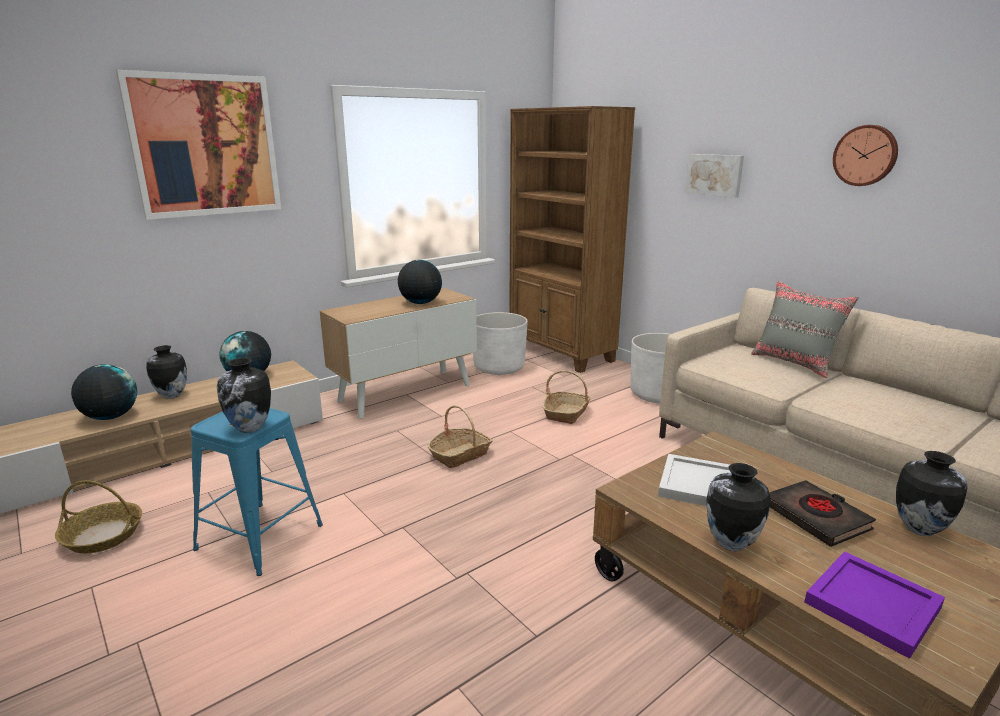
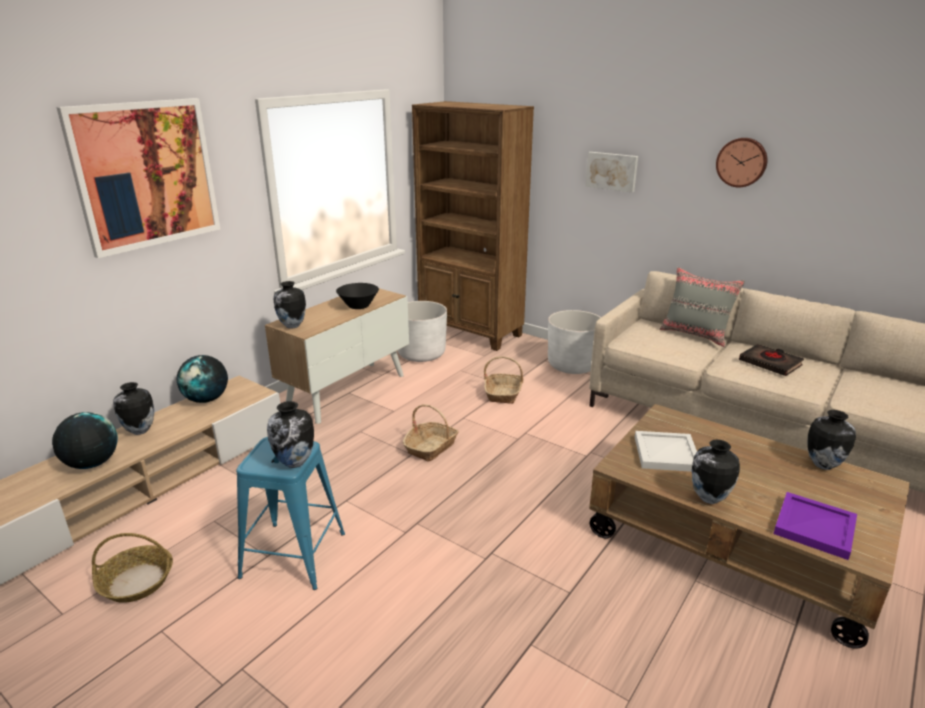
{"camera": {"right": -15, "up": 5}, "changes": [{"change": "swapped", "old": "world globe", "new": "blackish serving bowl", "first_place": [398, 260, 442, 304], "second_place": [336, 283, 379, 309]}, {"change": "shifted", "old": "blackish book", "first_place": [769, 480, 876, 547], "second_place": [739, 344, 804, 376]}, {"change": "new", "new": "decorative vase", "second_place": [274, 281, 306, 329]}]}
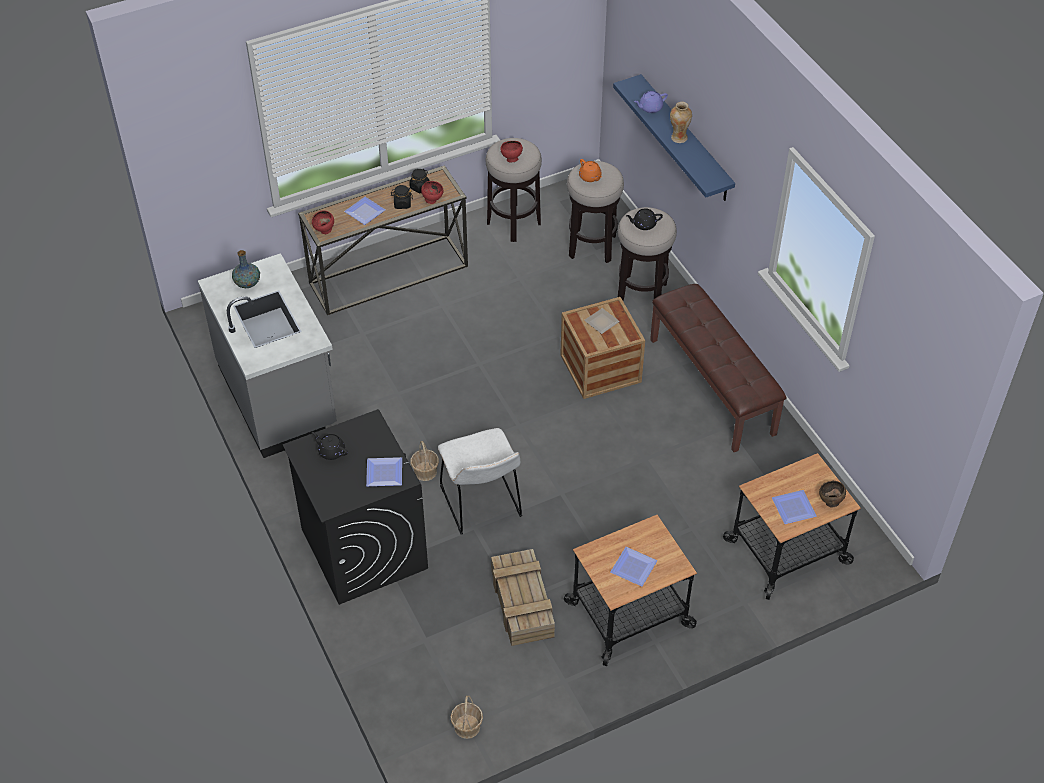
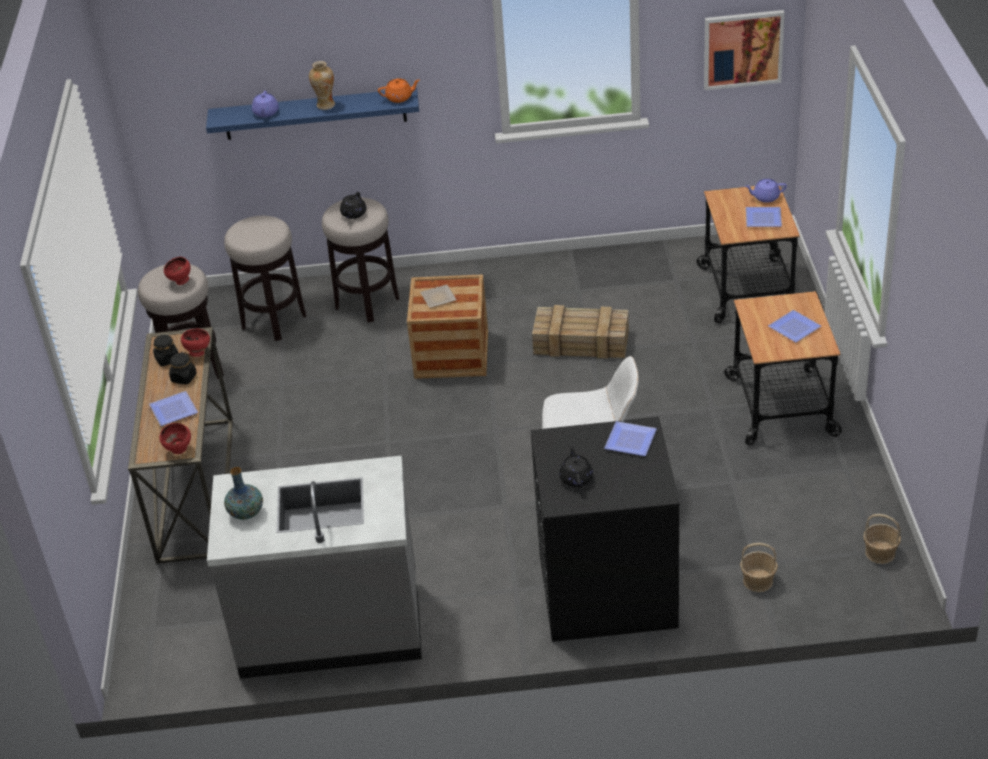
{"camera": {"right": -65, "up": -10}, "changes": [{"change": "shifted", "old": "orange tea pot", "first_place": [579, 159, 602, 182], "second_place": [378, 79, 420, 103]}, {"change": "gone", "old": "brown bench", "first_place": [650, 284, 786, 452]}, {"change": "rotated", "old": "blackish tea pot", "first_place": [312, 432, 348, 460], "second_place": [559, 444, 593, 488], "degrees": 120}, {"change": "shifted", "old": "basket", "first_place": [411, 441, 439, 481], "second_place": [740, 543, 778, 592]}, {"change": "swapped", "old": "brown serving bowl", "new": "purple-coloured tea pot", "first_place": [819, 481, 846, 507], "second_place": [745, 179, 787, 203]}, {"change": "shifted", "old": "shipping crate", "first_place": [491, 549, 555, 646], "second_place": [532, 305, 629, 359]}, {"change": "new", "new": "wall art", "second_place": [704, 10, 785, 90]}]}
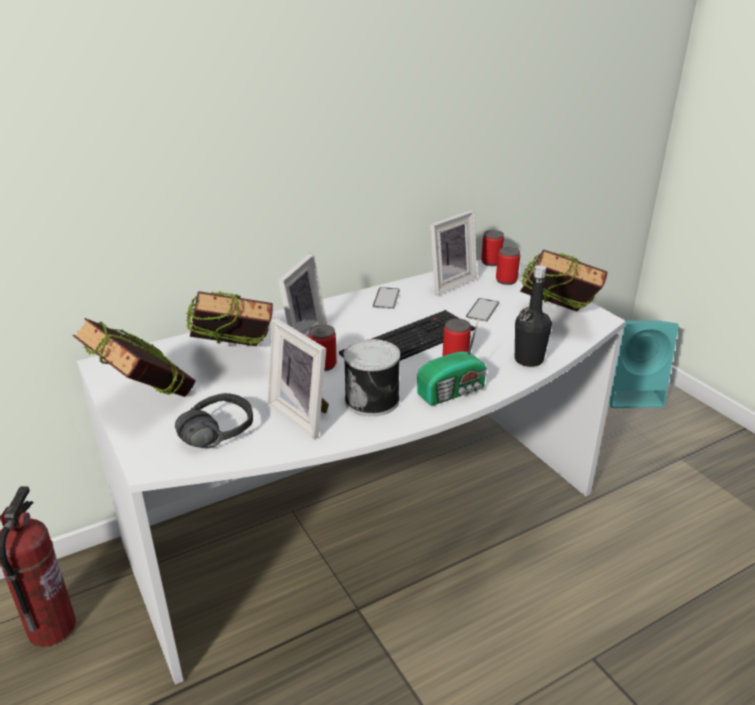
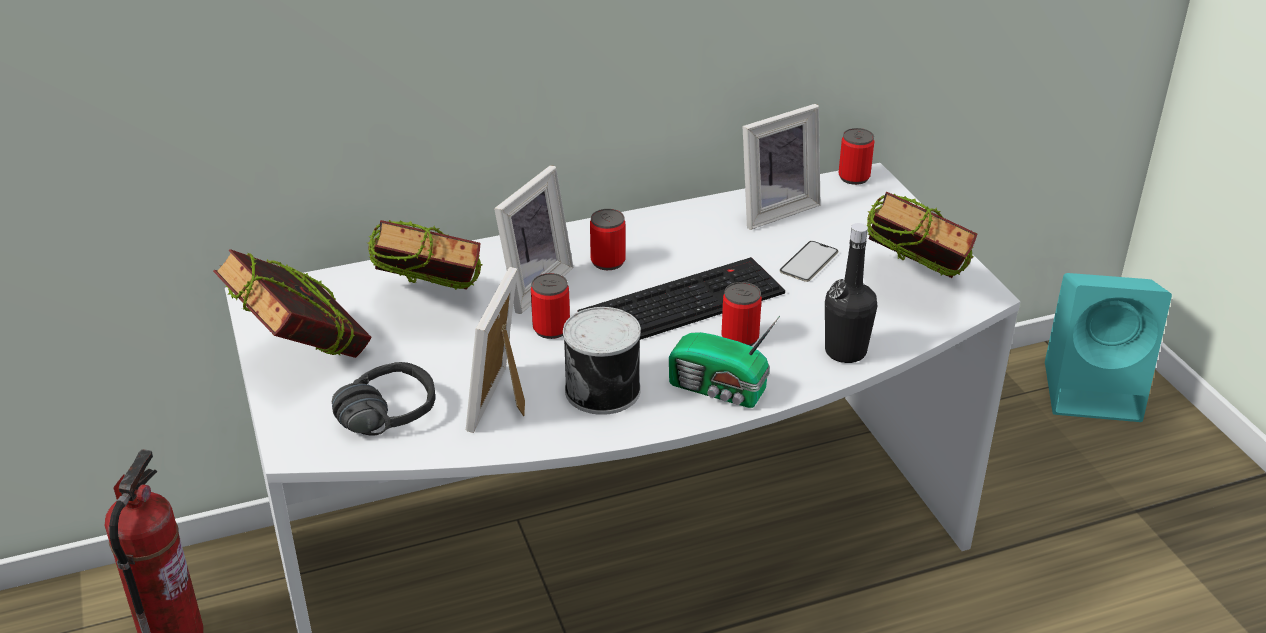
{"camera": {"right": 10, "up": 5}, "changes": [{"change": "shifted", "old": "can", "first_place": [496, 247, 520, 285], "second_place": [590, 209, 626, 270]}, {"change": "gone", "old": "telephone", "first_place": [373, 287, 400, 309]}, {"change": "rotated", "old": "picture frame", "first_place": [267, 318, 329, 439], "second_place": [466, 267, 525, 433], "degrees": 45}, {"change": "rotated", "old": "radio receiver", "first_place": [417, 319, 487, 405], "second_place": [669, 316, 780, 408], "degrees": 45}]}
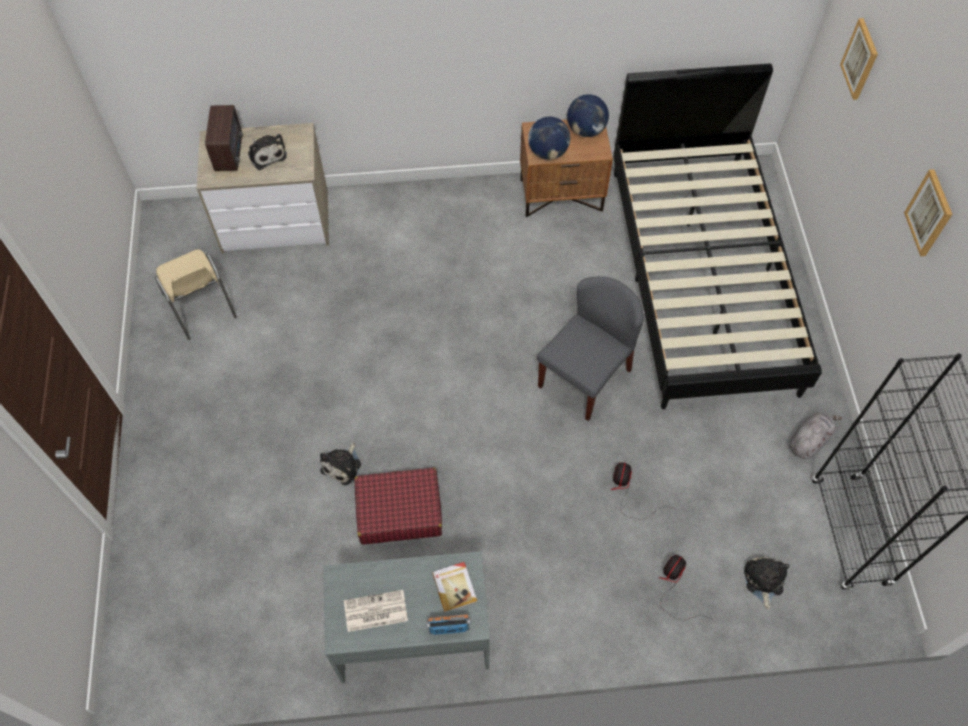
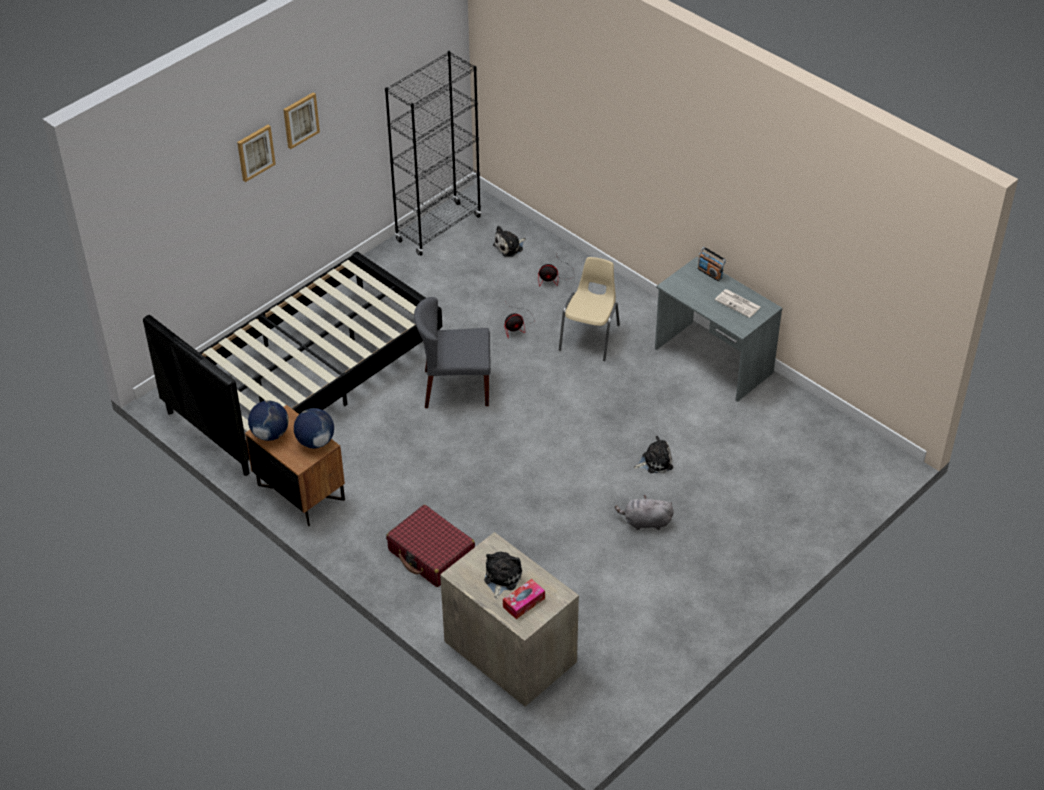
{"camera": {"right": -130, "up": -15}, "changes": [{"change": "shifted", "old": "wall art", "first_place": [840, 18, 878, 100], "second_place": [237, 125, 276, 182]}, {"change": "swapped", "old": "radio receiver", "new": "tissue box", "first_place": [205, 105, 243, 171], "second_place": [503, 579, 545, 619]}, {"change": "shifted", "old": "beige chair", "first_place": [154, 249, 237, 340], "second_place": [559, 257, 620, 361]}, {"change": "shifted", "old": "gray plush toy", "first_place": [790, 413, 842, 459], "second_place": [615, 495, 674, 530]}, {"change": "shifted", "old": "reddish piece of luggage", "first_place": [354, 467, 442, 545], "second_place": [386, 505, 475, 587]}, {"change": "gone", "old": "book", "first_place": [432, 562, 478, 613]}]}
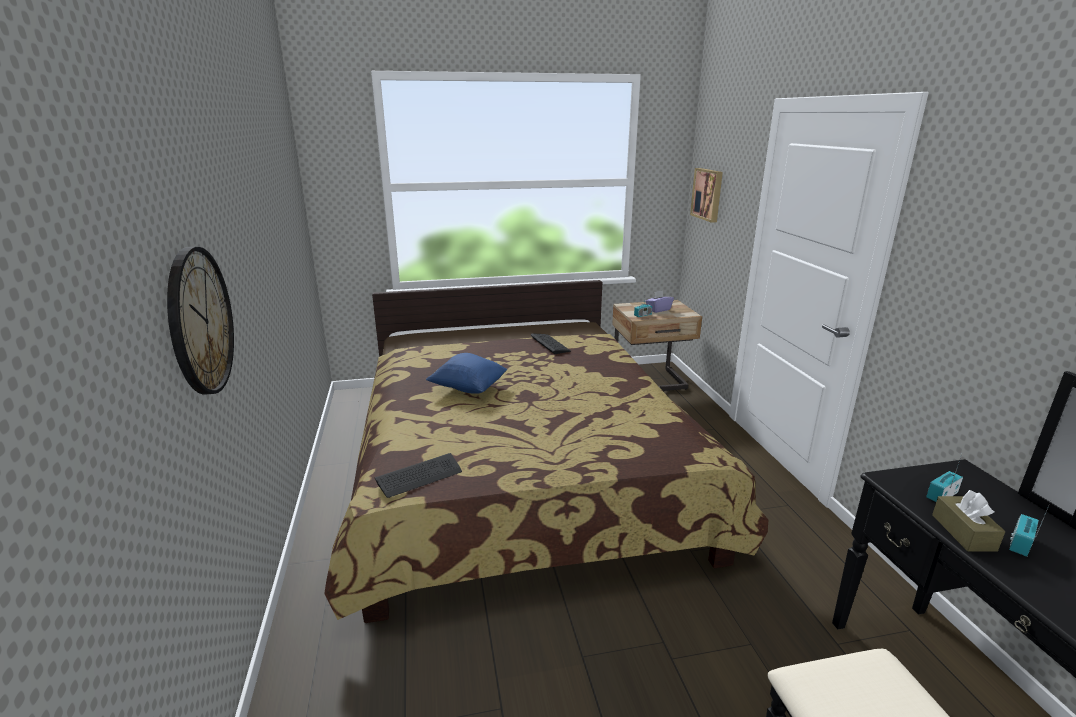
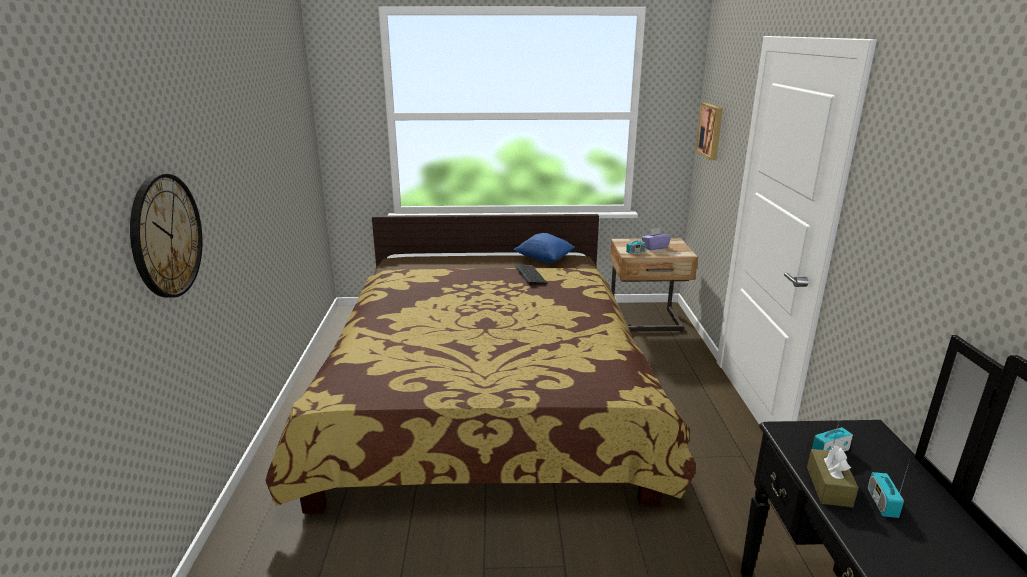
{"camera": {"right": 10, "up": 0}, "changes": [{"change": "shifted", "old": "blue-coloured pillow", "first_place": [426, 353, 507, 394], "second_place": [514, 233, 575, 263]}, {"change": "gone", "old": "keyboard", "first_place": [375, 453, 462, 498]}, {"change": "rotated", "old": "radio receiver", "first_place": [1009, 501, 1051, 557], "second_place": [868, 460, 910, 518], "degrees": -45}]}
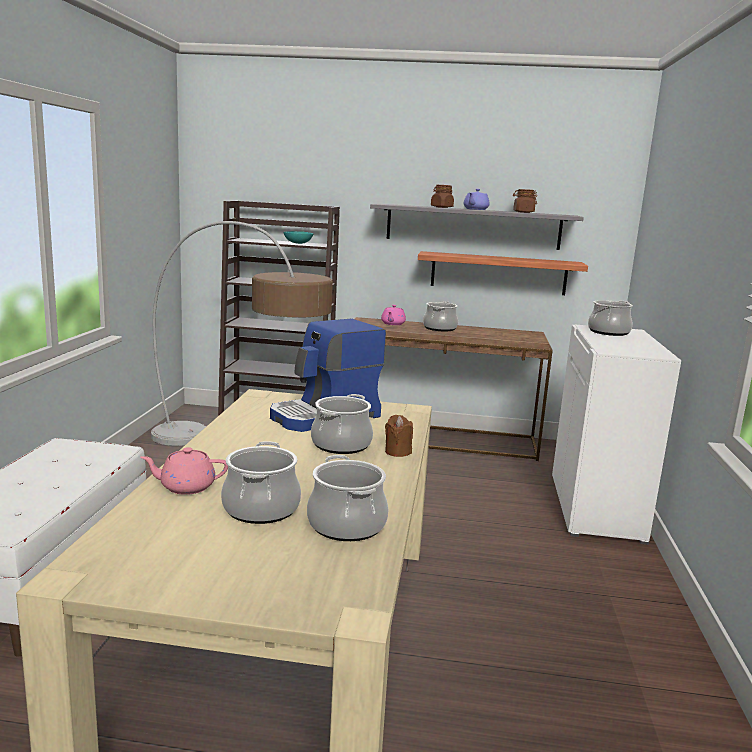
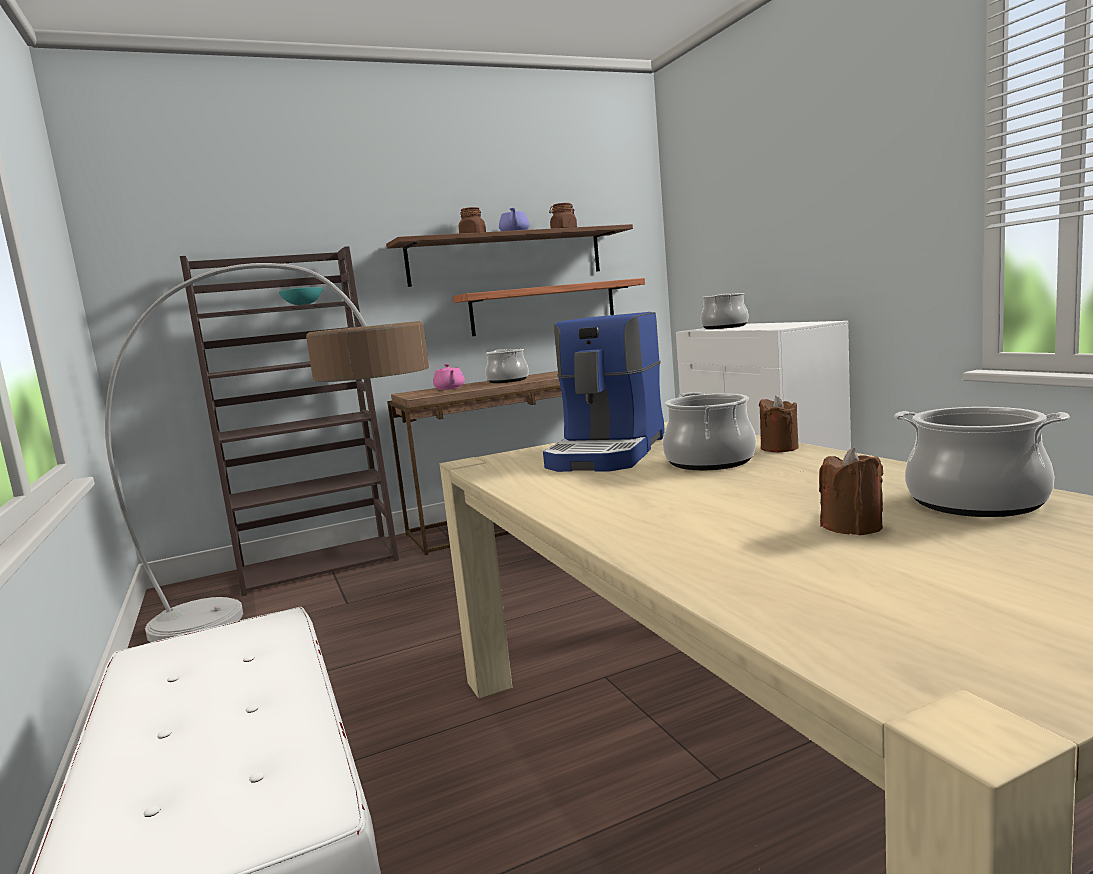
{"camera": {"right": -30, "up": -5}, "changes": [{"change": "repainted", "old": "gray shelf", "new": "brown shelf", "first_place": [370, 204, 584, 250], "second_place": [386, 224, 633, 287]}, {"change": "swapped", "old": "stockpot", "new": "brown candle", "first_place": [221, 441, 301, 524], "second_place": [819, 447, 883, 535]}, {"change": "gone", "old": "pink tea pot", "first_place": [140, 447, 228, 495]}]}
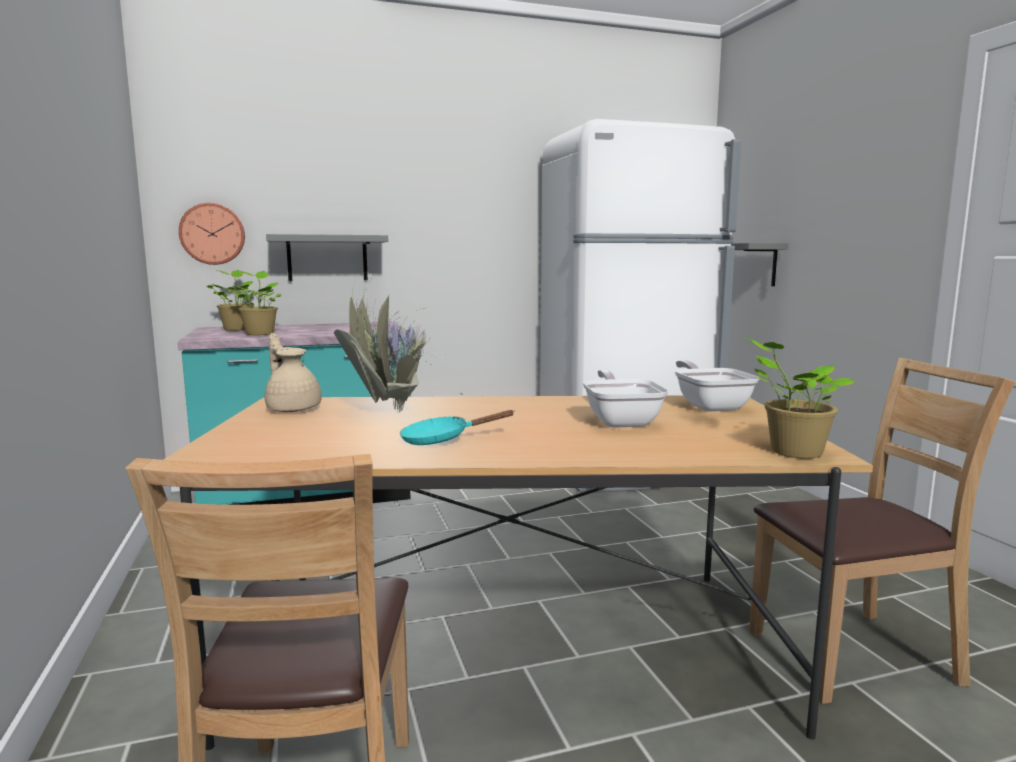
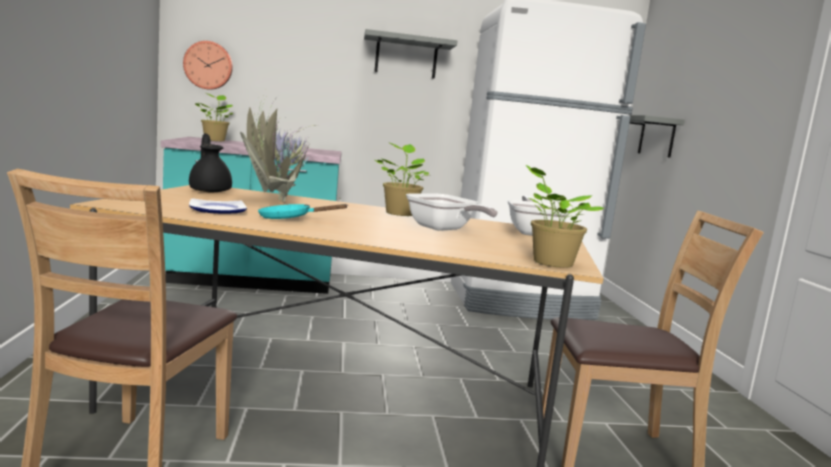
{"camera": {"right": 10, "up": 0}, "changes": [{"change": "shifted", "old": "gray shelf", "first_place": [266, 234, 388, 281], "second_place": [364, 29, 457, 79]}, {"change": "shifted", "old": "plant in a pot", "first_place": [227, 271, 281, 335], "second_place": [375, 142, 429, 216]}, {"change": "repainted", "old": "beige tea pot", "new": "blackish tea pot", "first_place": [265, 333, 322, 412], "second_place": [189, 133, 232, 192]}, {"change": "rotated", "old": "pan", "first_place": [583, 369, 669, 427], "second_place": [406, 194, 498, 231], "degrees": 135}, {"change": "new", "new": "flat dish", "second_place": [189, 198, 247, 214]}]}
